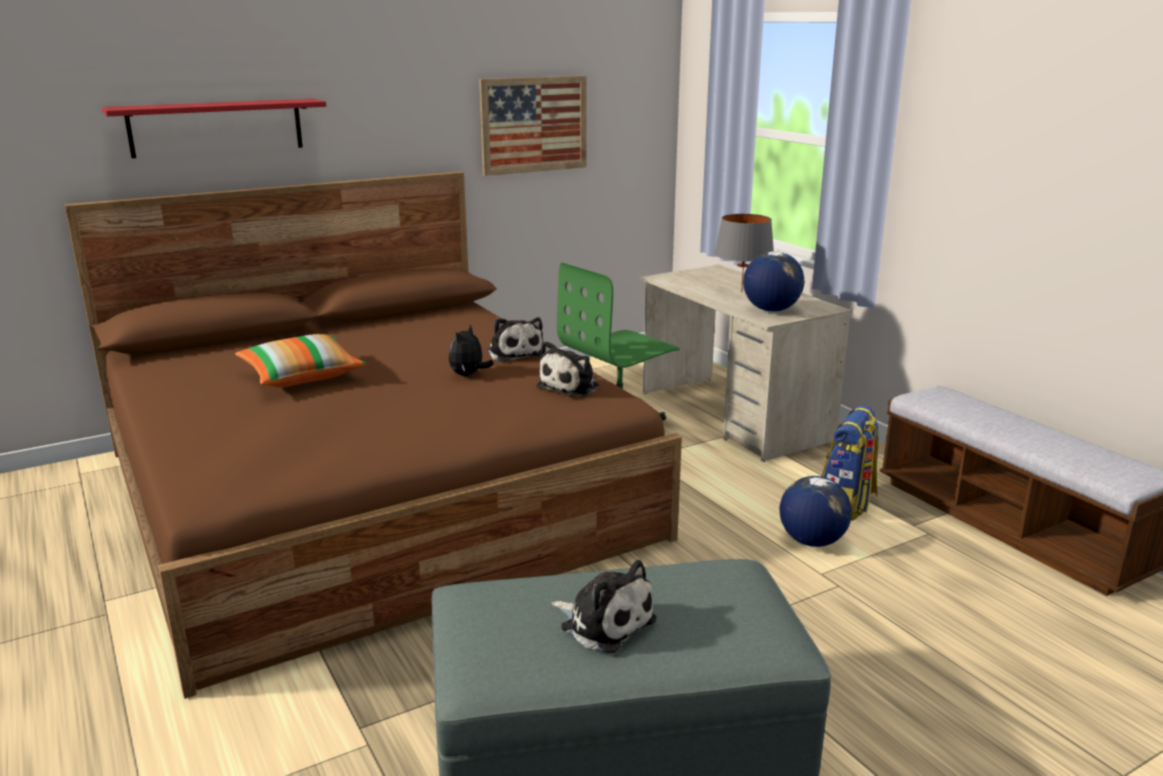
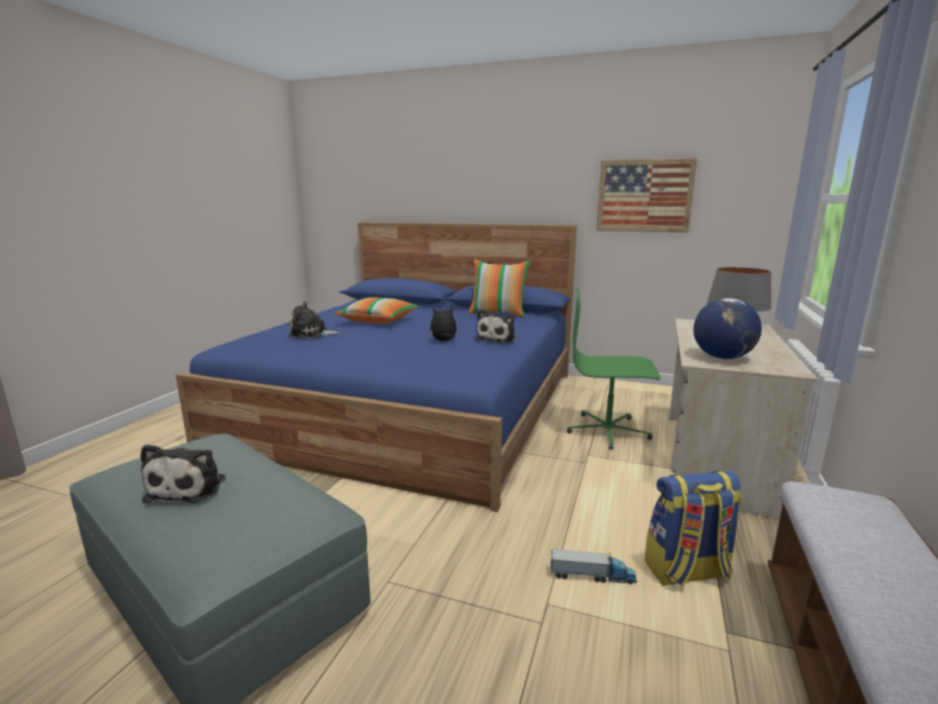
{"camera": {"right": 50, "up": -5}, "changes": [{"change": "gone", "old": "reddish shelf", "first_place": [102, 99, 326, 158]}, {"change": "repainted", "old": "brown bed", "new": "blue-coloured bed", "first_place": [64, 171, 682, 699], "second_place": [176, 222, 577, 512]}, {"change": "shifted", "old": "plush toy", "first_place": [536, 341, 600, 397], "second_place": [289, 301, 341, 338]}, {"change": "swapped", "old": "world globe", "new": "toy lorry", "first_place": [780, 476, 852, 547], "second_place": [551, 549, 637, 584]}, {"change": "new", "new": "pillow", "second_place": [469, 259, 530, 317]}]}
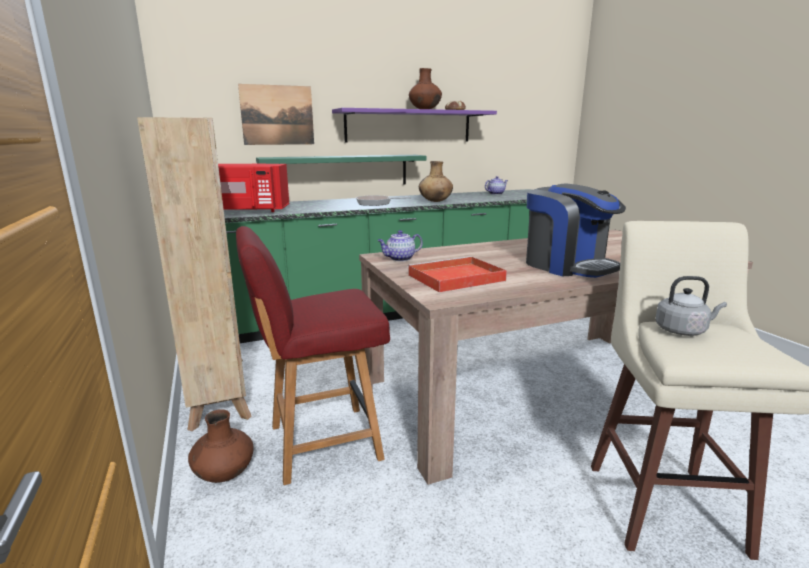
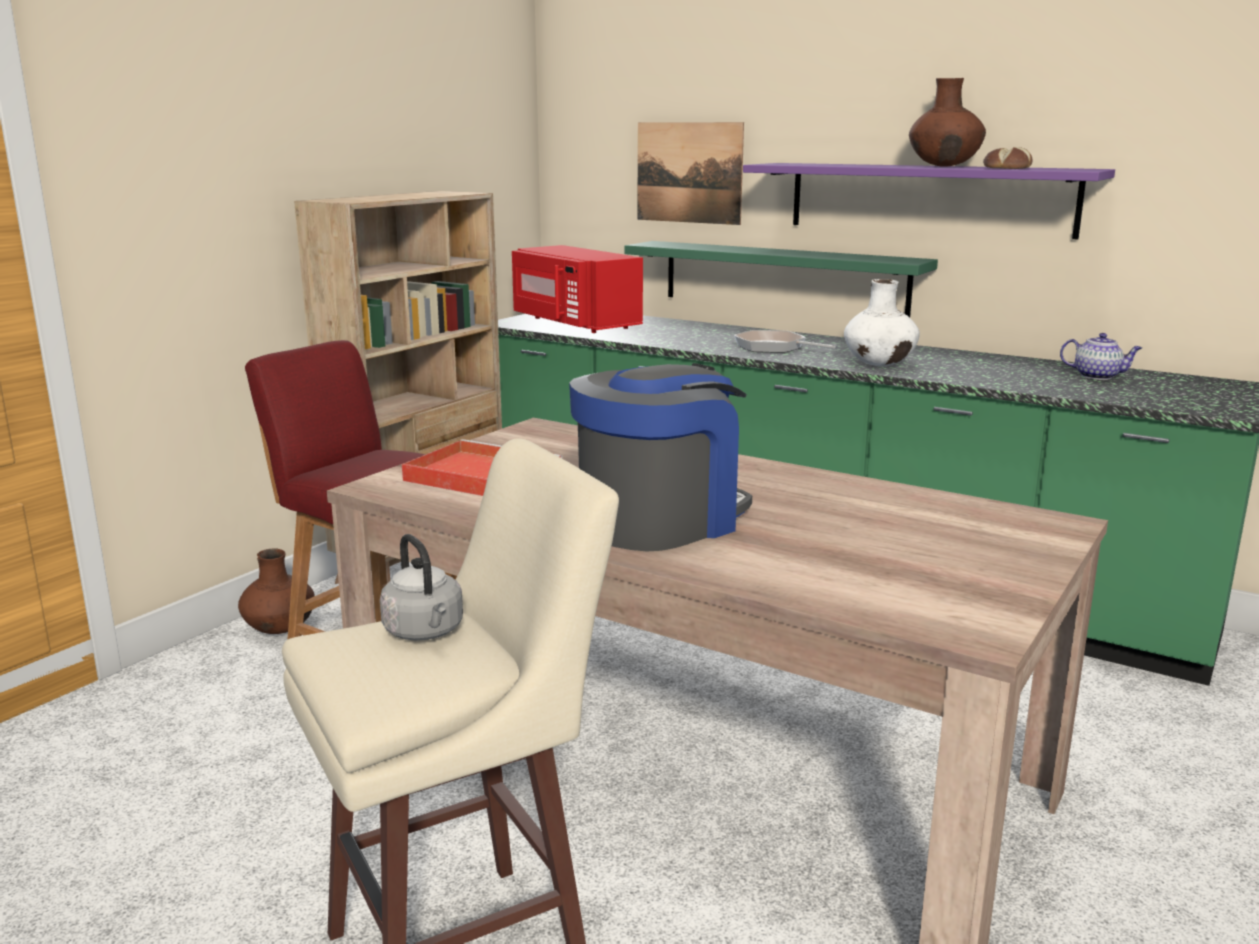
{"camera": {"right": 55, "up": 0}, "changes": [{"change": "repainted", "old": "brown decorative vase", "new": "whitish decorative vase", "first_place": [419, 161, 453, 202], "second_place": [844, 279, 920, 366]}, {"change": "rotated", "old": "coffee maker", "first_place": [526, 184, 626, 278], "second_place": [569, 363, 752, 551], "degrees": -150}, {"change": "gone", "old": "tea pot", "first_place": [377, 230, 423, 261]}]}
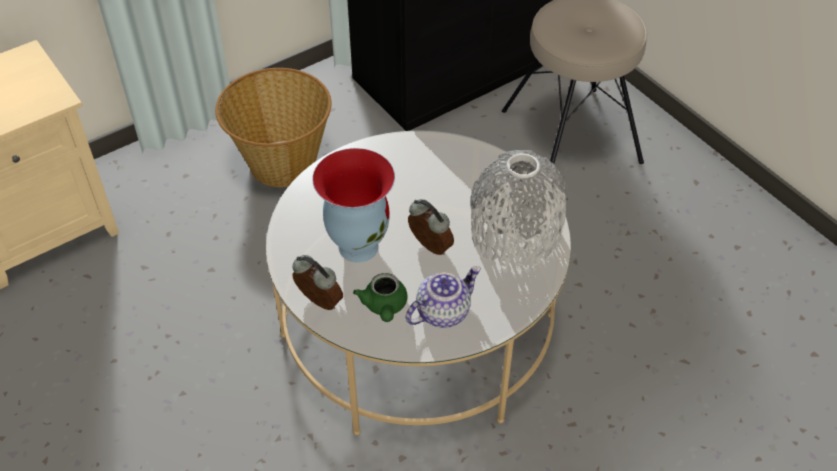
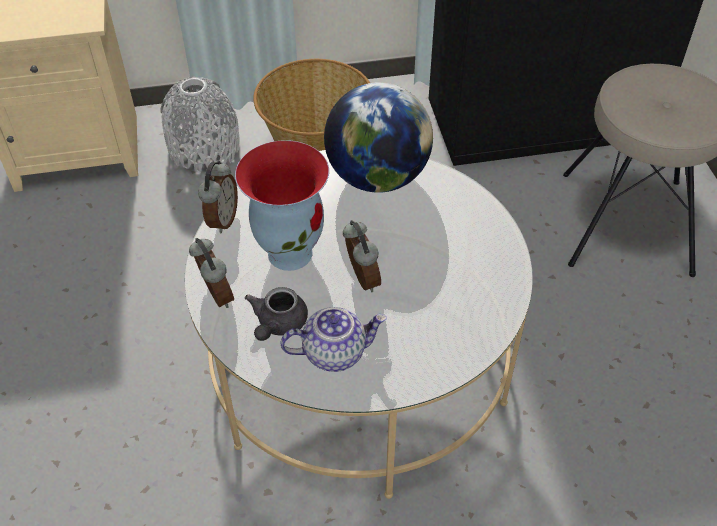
{"camera": {"right": 25, "up": 0}, "changes": [{"change": "shifted", "old": "gray decorative vase", "first_place": [470, 150, 569, 267], "second_place": [160, 77, 240, 173]}, {"change": "repainted", "old": "green tea pot", "new": "gray tea pot", "first_place": [353, 273, 407, 322], "second_place": [245, 287, 308, 341]}, {"change": "new", "new": "world globe", "second_place": [324, 82, 433, 193]}, {"change": "new", "new": "alarm clock", "second_place": [198, 161, 238, 234]}]}
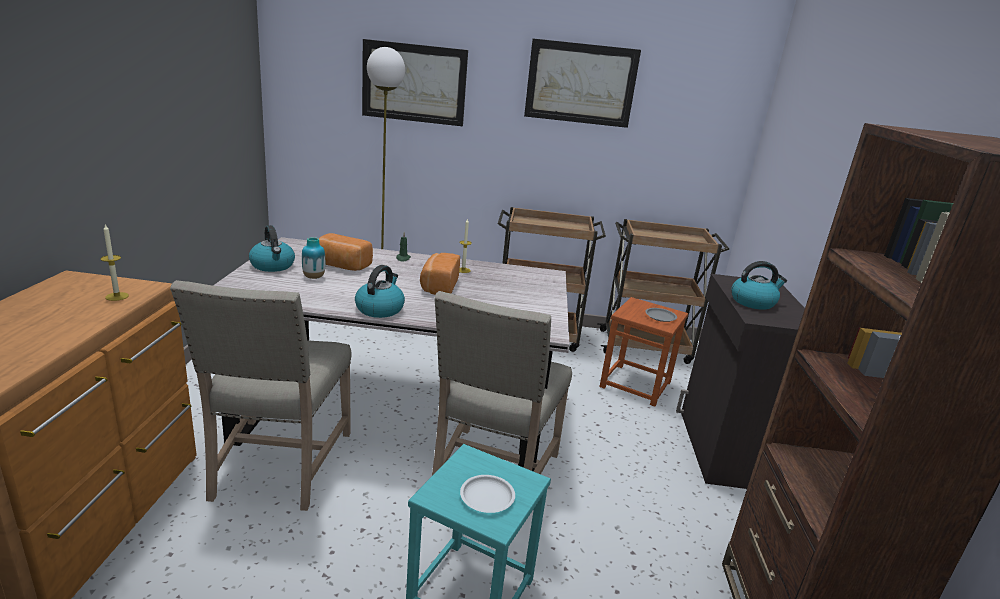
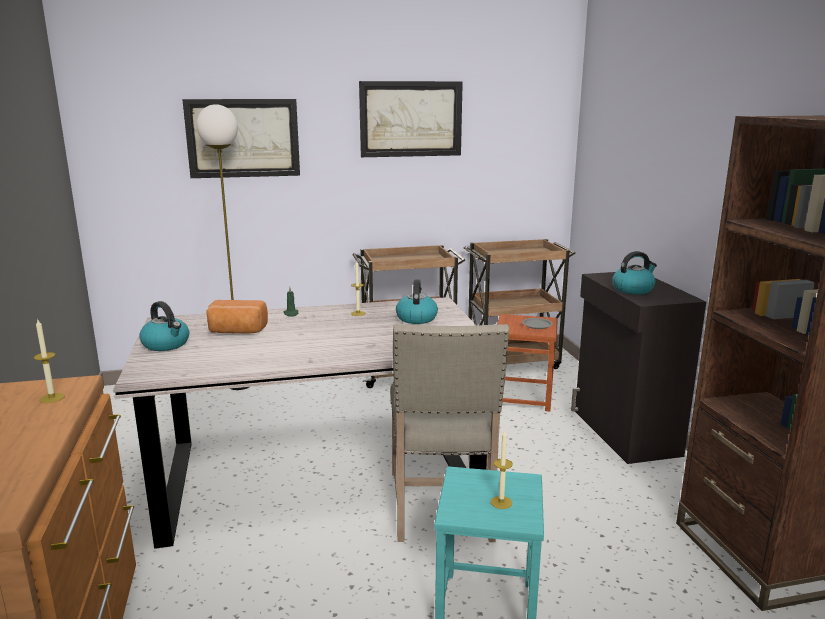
{"camera": {"right": -15, "up": -5}, "changes": [{"change": "gone", "old": "decorative vase", "first_place": [302, 237, 325, 279]}, {"change": "gone", "old": "bread", "first_place": [420, 253, 460, 295]}, {"change": "shifted", "old": "water kettle", "first_place": [355, 265, 405, 318], "second_place": [396, 279, 438, 324]}, {"change": "gone", "old": "beige chair", "first_place": [170, 280, 352, 511]}, {"change": "swapped", "old": "whitish flat dish", "new": "candle", "first_place": [460, 475, 515, 513], "second_place": [490, 430, 513, 509]}]}
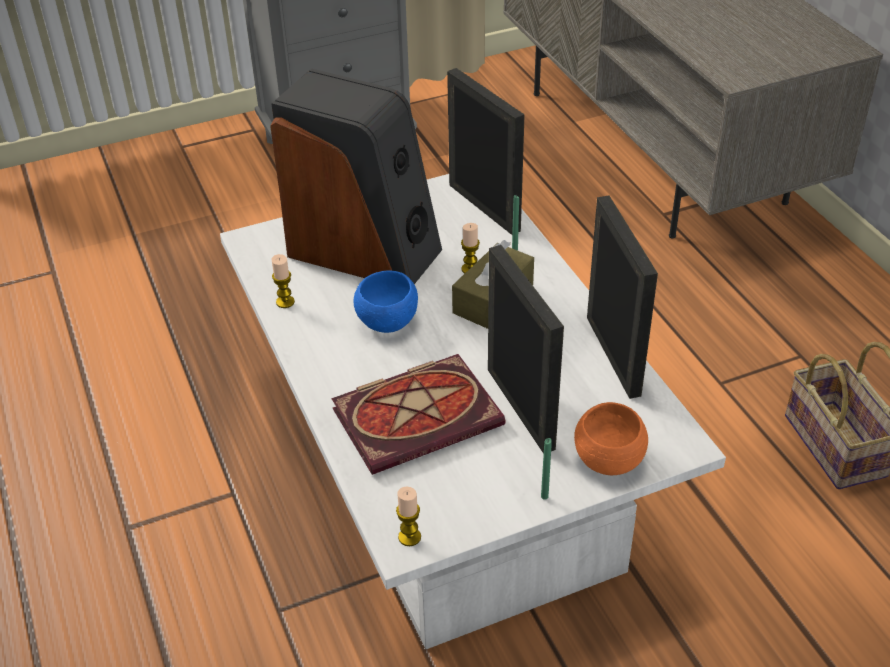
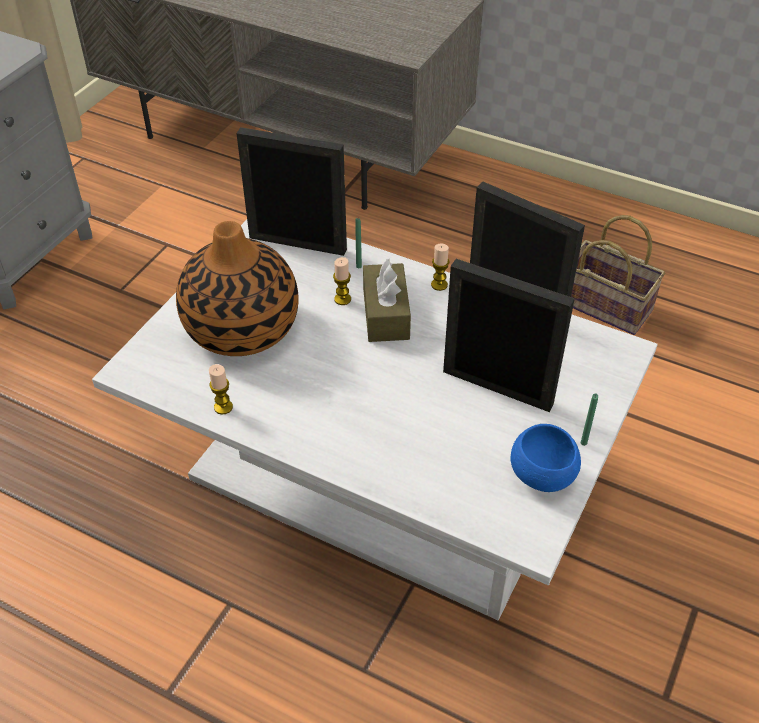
{"camera": {"right": -40, "up": 5}, "changes": [{"change": "swapped", "old": "audio speaker", "new": "decorative vase", "first_place": [270, 68, 442, 284], "second_place": [176, 221, 299, 356]}, {"change": "shifted", "old": "blue-coloured serving bowl", "first_place": [354, 271, 418, 333], "second_place": [511, 424, 581, 492]}, {"change": "gone", "old": "book", "first_place": [331, 354, 505, 475]}, {"change": "gone", "old": "orange serving bowl", "first_place": [574, 402, 648, 475]}, {"change": "shifted", "old": "candle", "first_place": [396, 487, 421, 546], "second_place": [431, 243, 450, 291]}]}
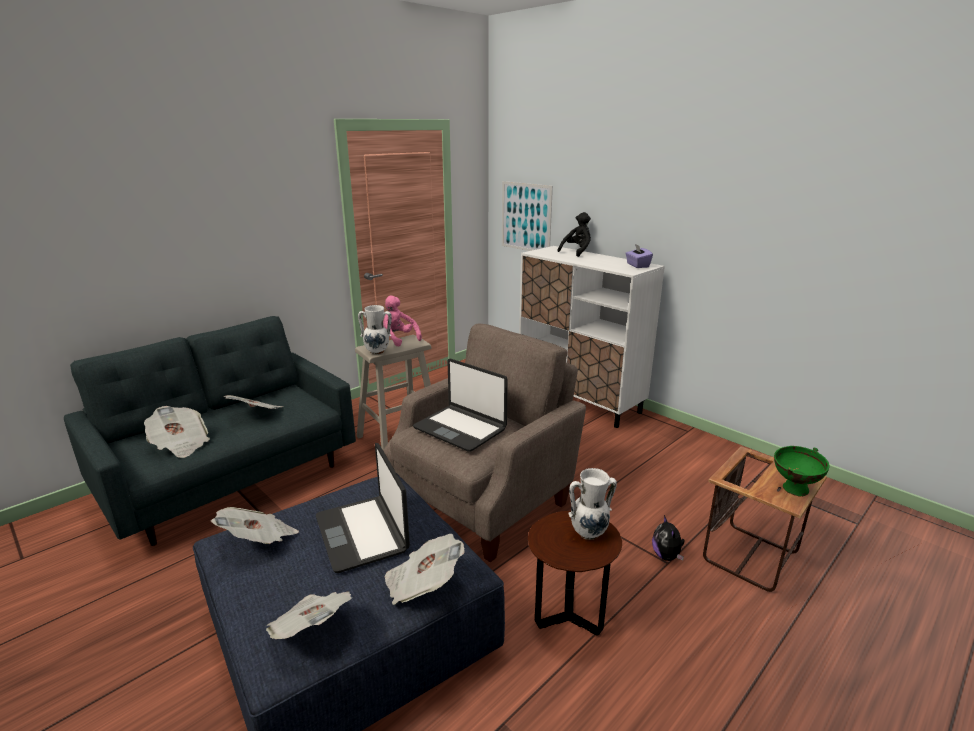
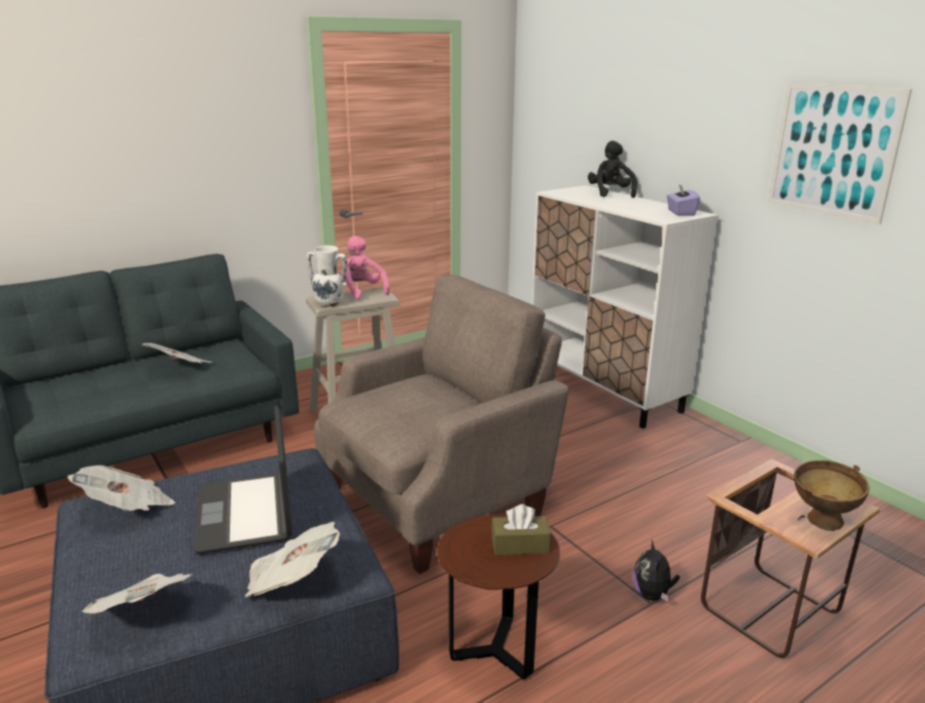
{"camera": {"right": 10, "up": 0}, "changes": [{"change": "shifted", "old": "wall art", "first_place": [502, 181, 553, 251], "second_place": [768, 83, 912, 224]}, {"change": "rotated", "old": "blackish plush toy", "first_place": [557, 212, 591, 257], "second_place": [588, 141, 637, 198], "degrees": -60}, {"change": "gone", "old": "laptop", "first_place": [413, 359, 508, 452]}, {"change": "gone", "old": "daily paper", "first_place": [144, 406, 210, 458]}, {"change": "repainted", "old": "green serving bowl", "new": "brown serving bowl", "first_place": [774, 446, 830, 497], "second_place": [794, 460, 870, 531]}, {"change": "swapped", "old": "whitish decorative vase", "new": "brown tissue box", "first_place": [568, 468, 617, 540], "second_place": [491, 504, 551, 555]}]}
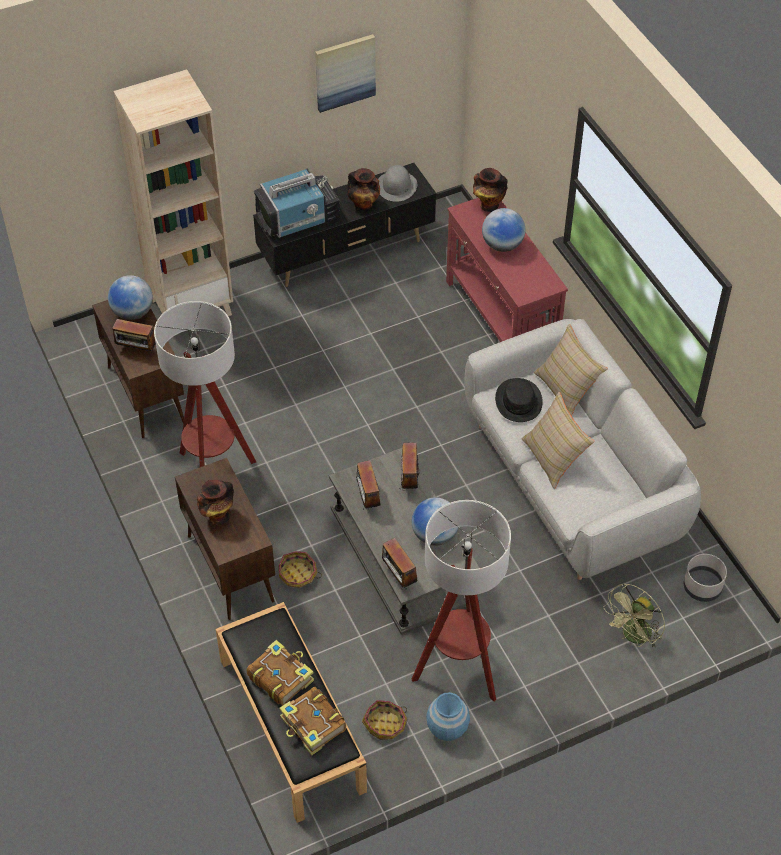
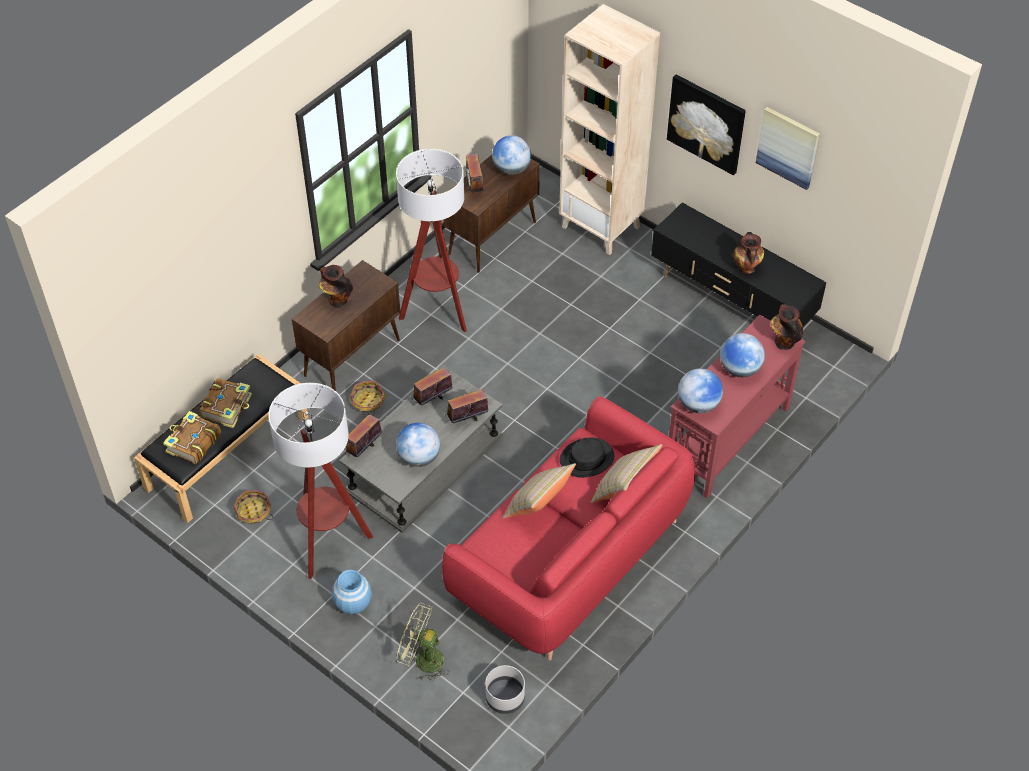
{"camera": {"right": 65, "up": 0}, "changes": [{"change": "gone", "old": "gray wearable hat", "first_place": [378, 165, 417, 202]}, {"change": "gone", "old": "television", "first_place": [254, 168, 340, 238]}, {"change": "repainted", "old": "gray sofa", "new": "reddish sofa", "first_place": [465, 319, 701, 580], "second_place": [442, 396, 695, 660]}, {"change": "shifted", "old": "blue-coloured decorative vase", "first_place": [426, 692, 470, 741], "second_place": [332, 570, 372, 615]}, {"change": "new", "new": "wall art", "second_place": [667, 75, 746, 175]}, {"change": "new", "new": "world globe", "second_place": [678, 368, 723, 413]}]}
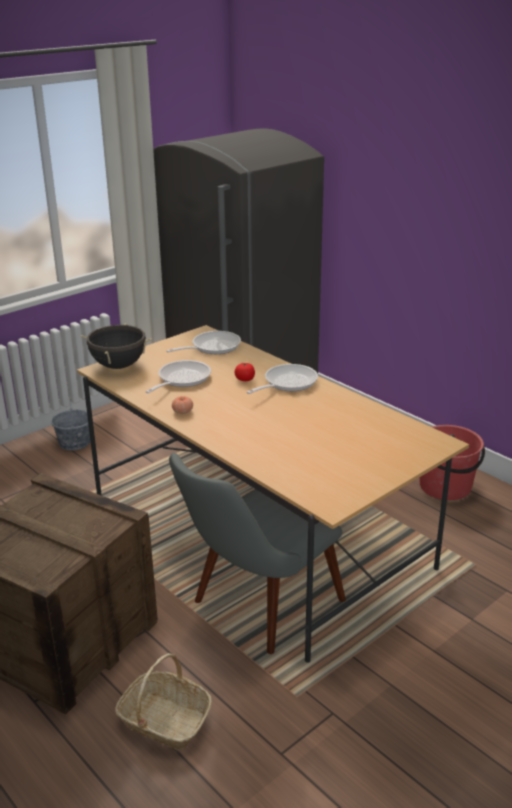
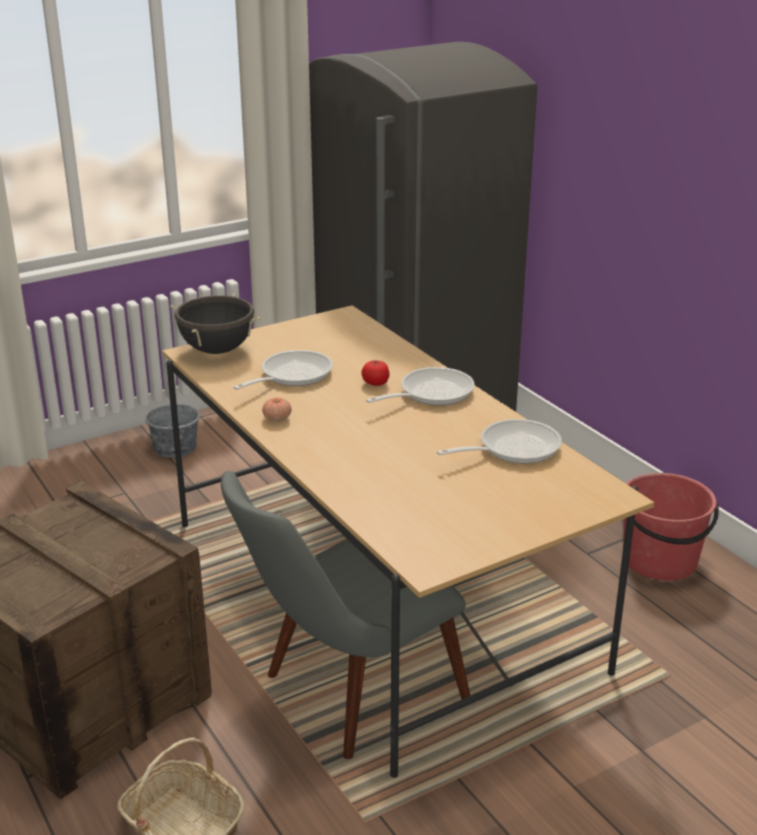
{"camera": {"right": 10, "up": 0}, "changes": [{"change": "shifted", "old": "pan", "first_place": [166, 331, 241, 354], "second_place": [437, 419, 562, 464]}]}
